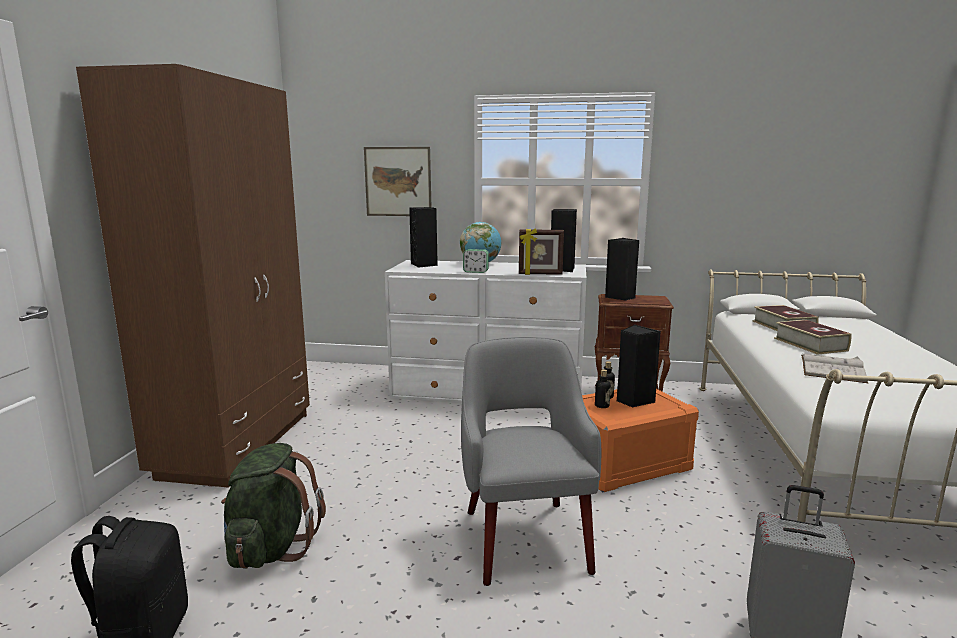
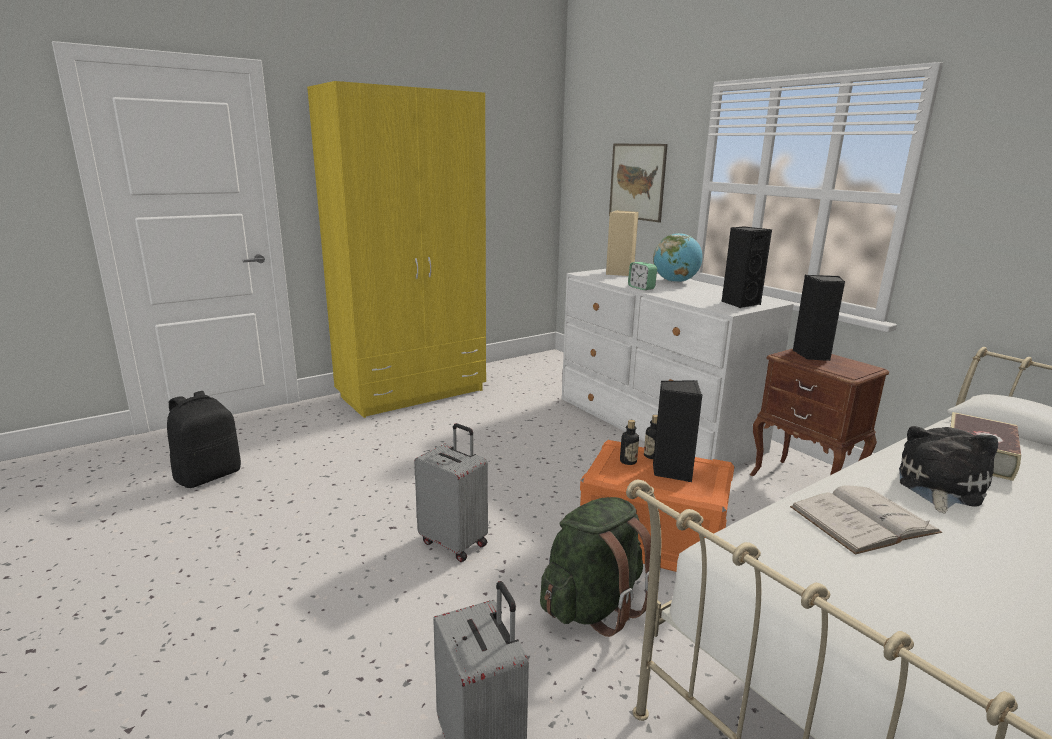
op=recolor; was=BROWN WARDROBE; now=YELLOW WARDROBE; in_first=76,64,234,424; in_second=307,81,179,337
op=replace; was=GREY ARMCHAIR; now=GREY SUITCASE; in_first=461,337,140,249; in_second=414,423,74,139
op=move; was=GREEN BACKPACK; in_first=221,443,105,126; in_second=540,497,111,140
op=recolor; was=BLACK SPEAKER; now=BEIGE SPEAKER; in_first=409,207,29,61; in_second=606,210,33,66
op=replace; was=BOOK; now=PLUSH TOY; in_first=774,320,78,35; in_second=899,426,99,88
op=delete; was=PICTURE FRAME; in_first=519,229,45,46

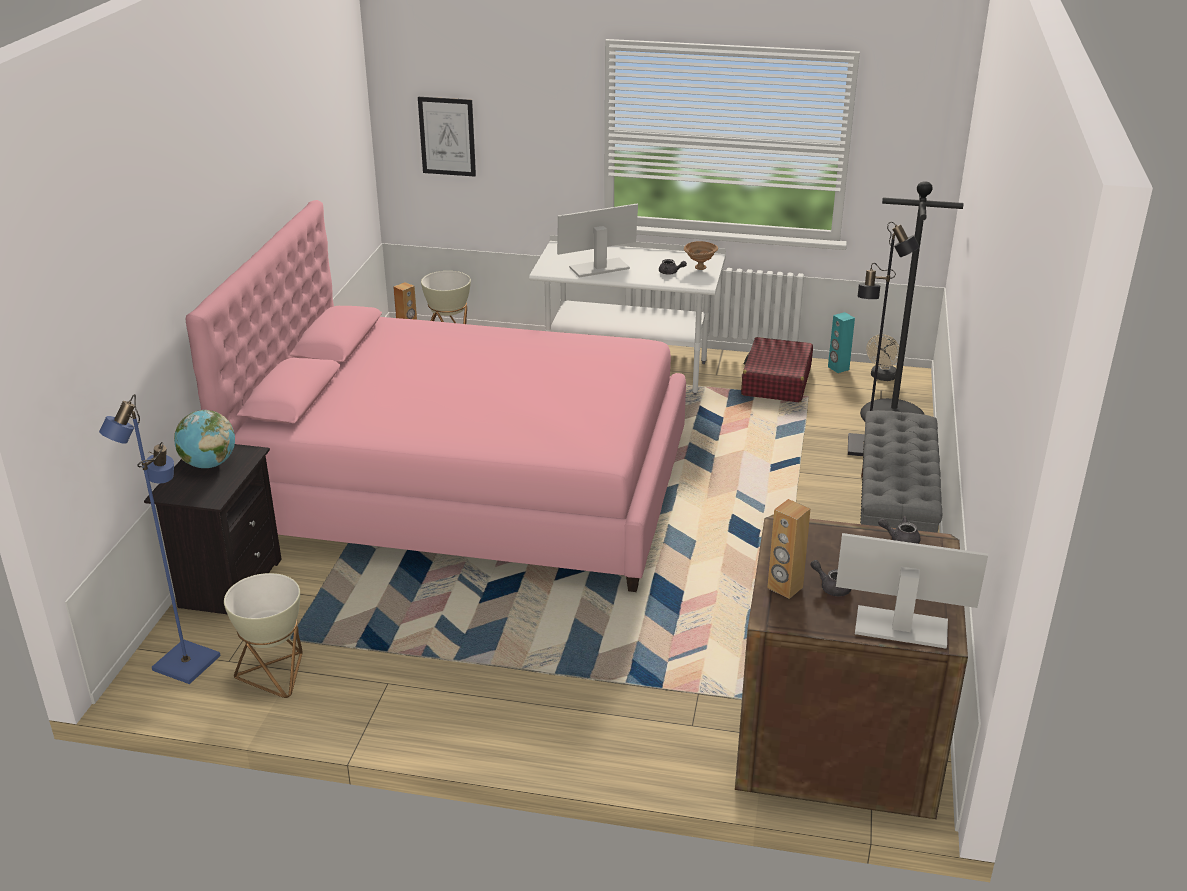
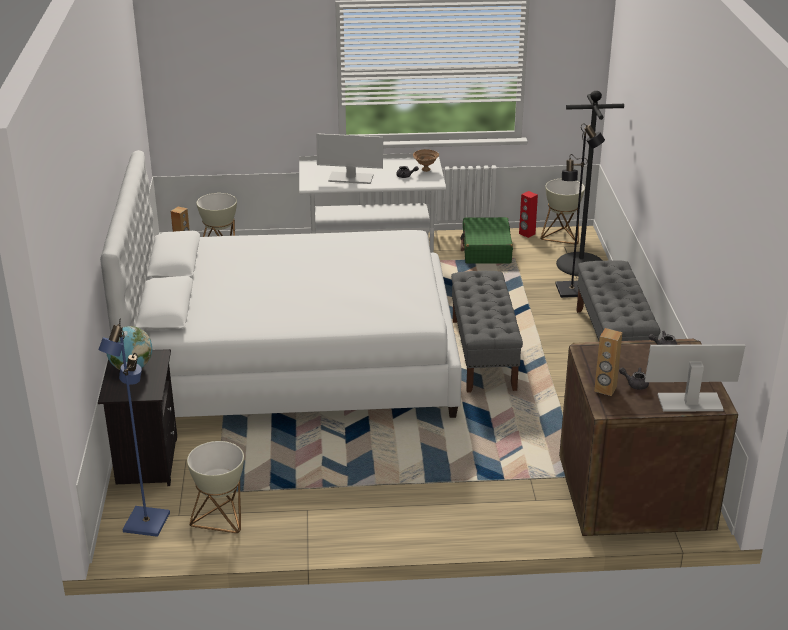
op=recolor; was=PINK BED; now=WHITE BED; in_first=185,200,501,392; in_second=100,150,362,268
op=rotate; was=MONITOR; in_first=557,204,81,74; in_second=316,133,67,51; clockwise=-135
op=insert; now=GREY BENCH; in_second=451,271,72,122
op=recolor; was=RED SUITCASE; now=GREEN SUITCASE; in_first=741,337,72,65; in_second=460,217,53,47
op=recolor; was=TURQUOISE SPEAKER; now=RED SPEAKER; in_first=828,312,27,61; in_second=519,191,19,47
op=replace; was=BEIGE FAN; now=PLANTER; in_first=866,334,33,47; in_second=541,179,44,65
op=delete; was=PICTURE; in_first=418,97,58,80

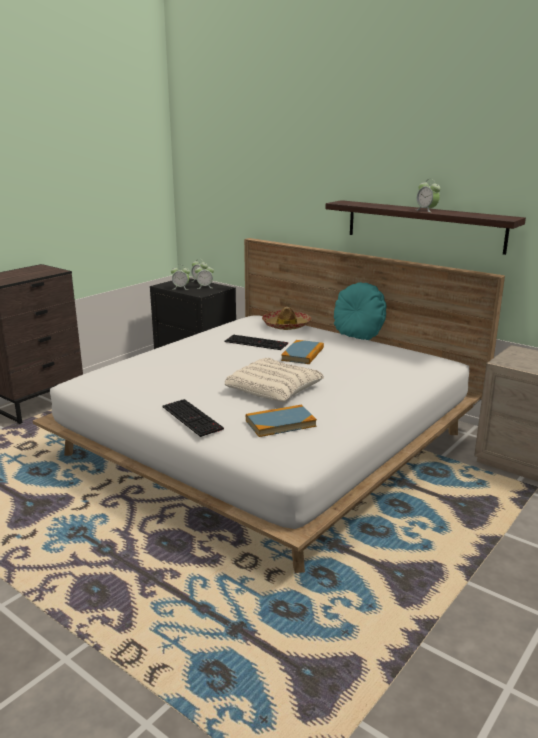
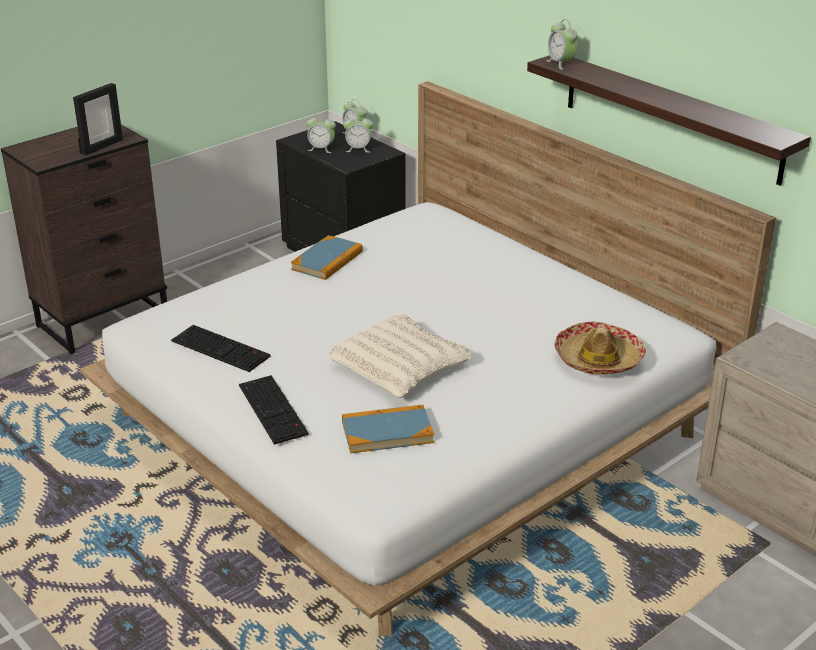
op=insert; now=PICTURE FRAME; in_second=73,83,50,72
op=move; was=KEYBOARD; in_first=225,335,63,15; in_second=171,325,100,47
op=move; was=BOOK; in_first=281,340,43,24; in_second=291,235,72,45
op=move; was=ALARM CLOCK; in_first=417,181,24,31; in_second=546,19,32,51
op=move; was=HAT; in_first=262,307,49,23; in_second=554,322,92,53
op=delete; was=TURQUOISE PILLOW; in_first=334,282,52,58

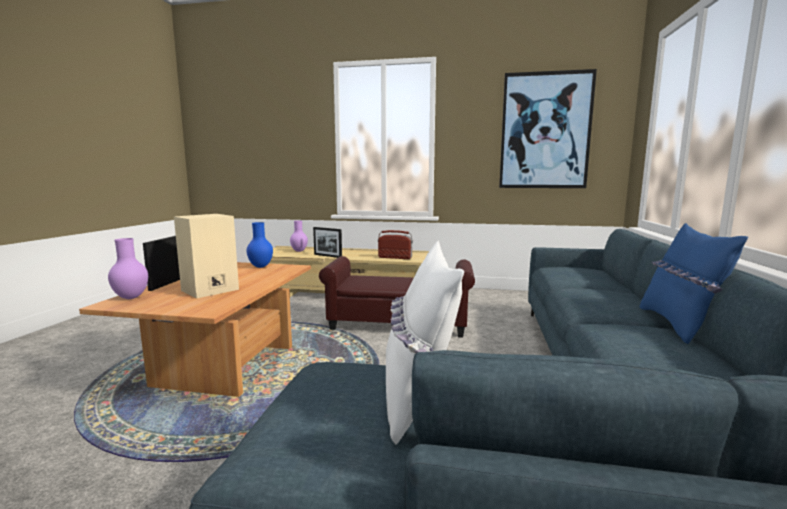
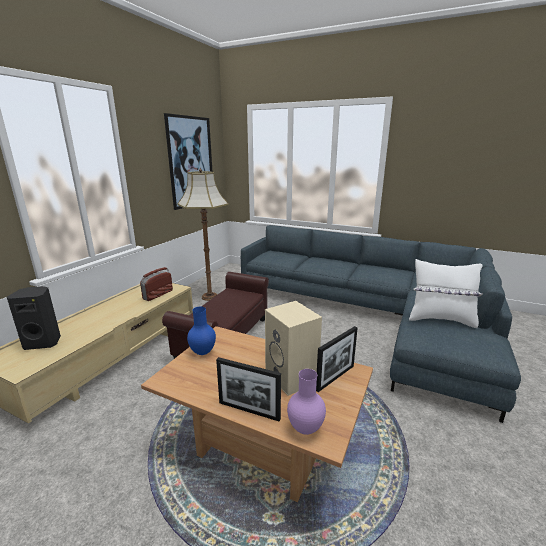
op=replace; was=PURPLE VASE; now=BLACK SPEAKER; in_first=290,220,18,32; in_second=7,286,54,64
op=insert; now=FLOOR LAMP; in_second=177,167,52,134
op=move; was=PICTURE FRAME; in_first=313,227,29,31; in_second=316,326,42,66
op=delete; was=BLUE PILLOW; in_first=640,223,108,121

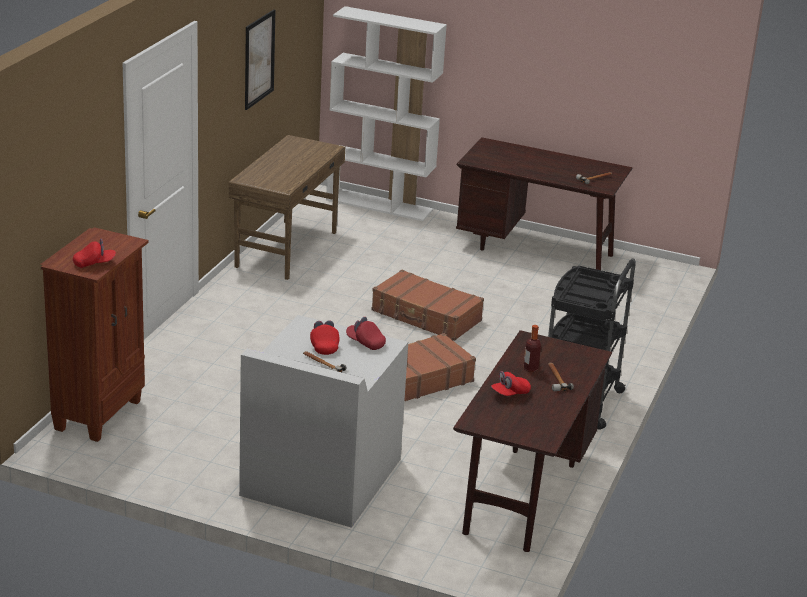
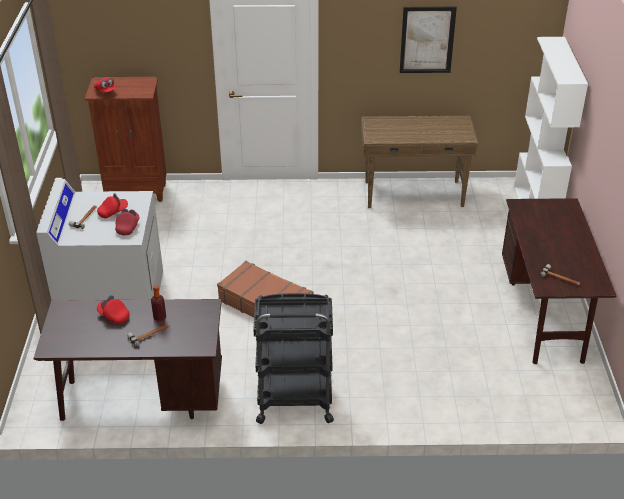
op=delete; was=BROWN SUITCASE; in_first=372,269,112,72

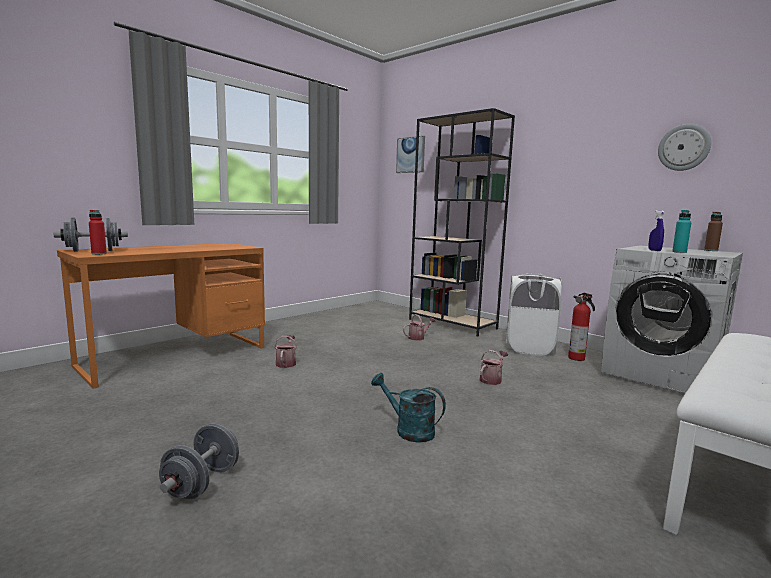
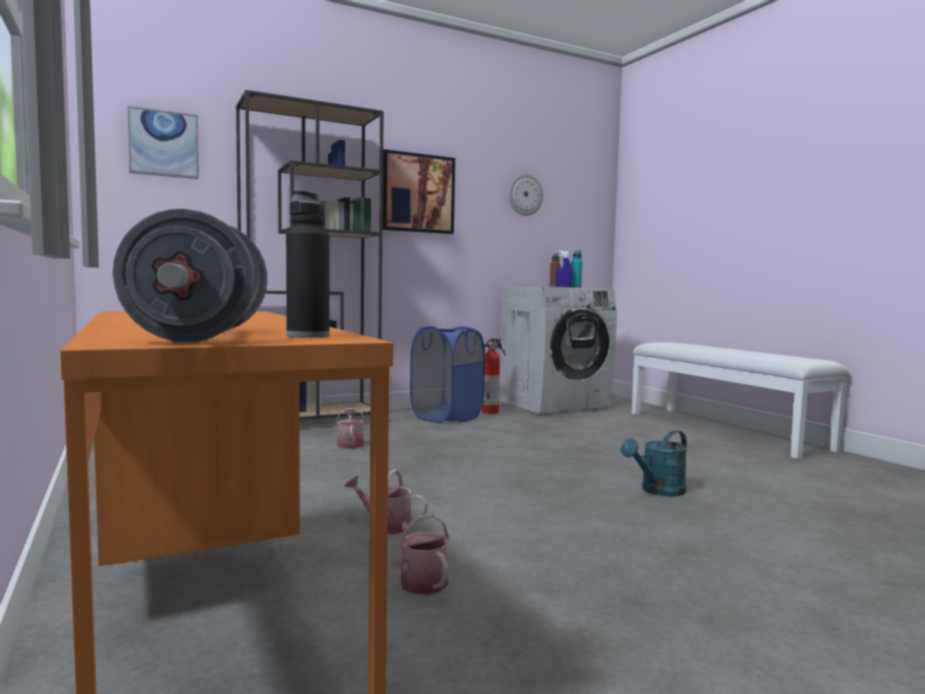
op=recolor; was=RED BOTTLE; now=BLACK BOTTLE; in_first=89,210,18,45; in_second=286,190,44,148
op=insert; now=PICTURE; in_second=382,149,73,85
op=move; was=WATERING CAN; in_first=480,350,28,35; in_second=392,511,57,84
op=recolor; was=WHITE LAUNDRY BASKET; now=BLUE LAUNDRY BASKET; in_first=506,273,56,83; in_second=410,326,75,97
op=delete; was=GREY DUMBBELL; in_first=159,423,80,76

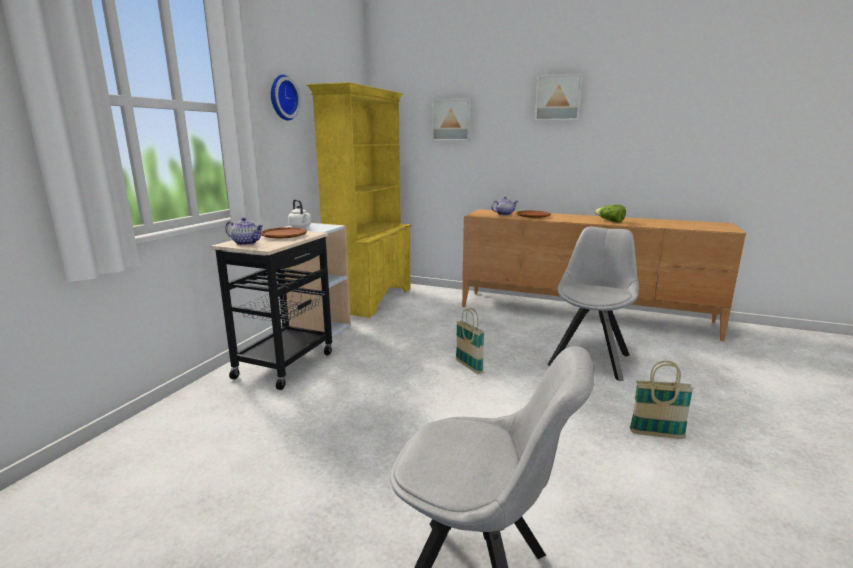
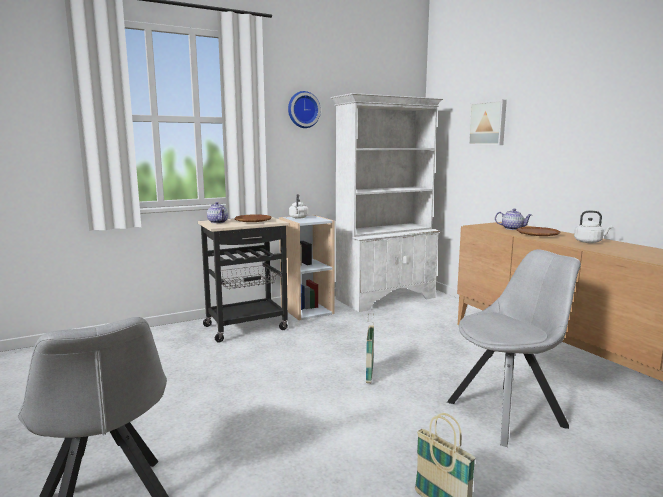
op=recolor; was=YELLOW BOOKCASE; now=WHITE BOOKCASE; in_first=306,82,106,236; in_second=330,93,113,219
op=insert; now=WHITE KETTLE; in_second=574,211,39,32
op=delete; was=PICTURE; in_first=535,73,48,48
op=delete; was=LETTUCE; in_first=595,205,31,18

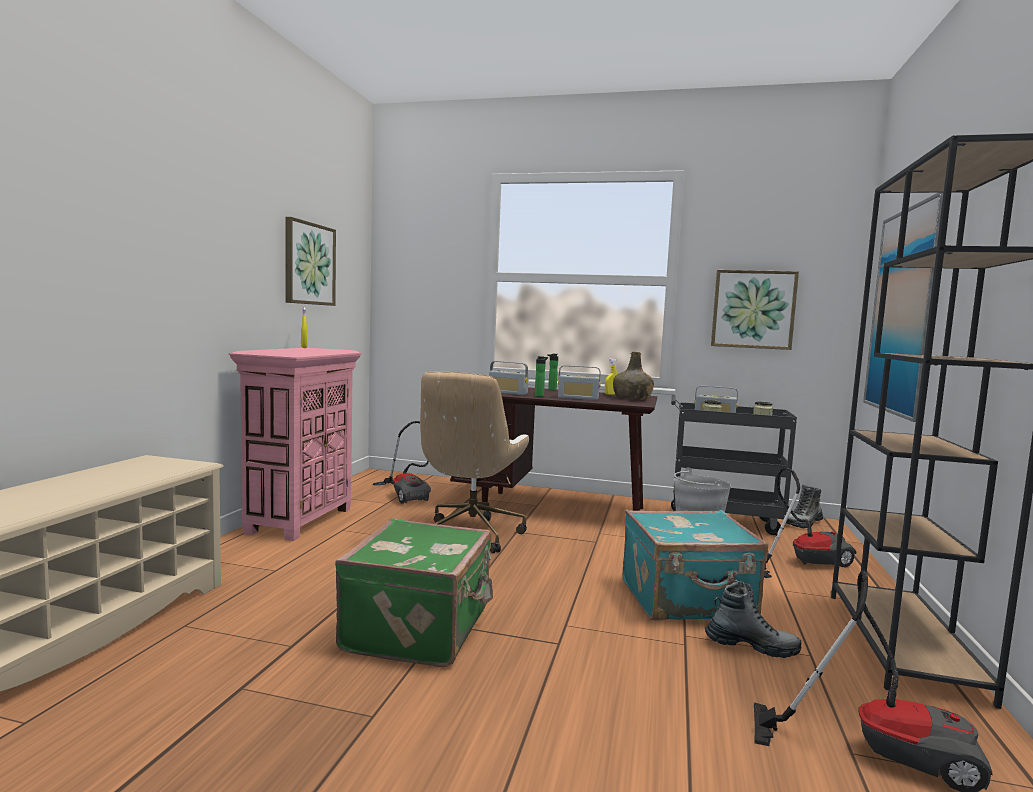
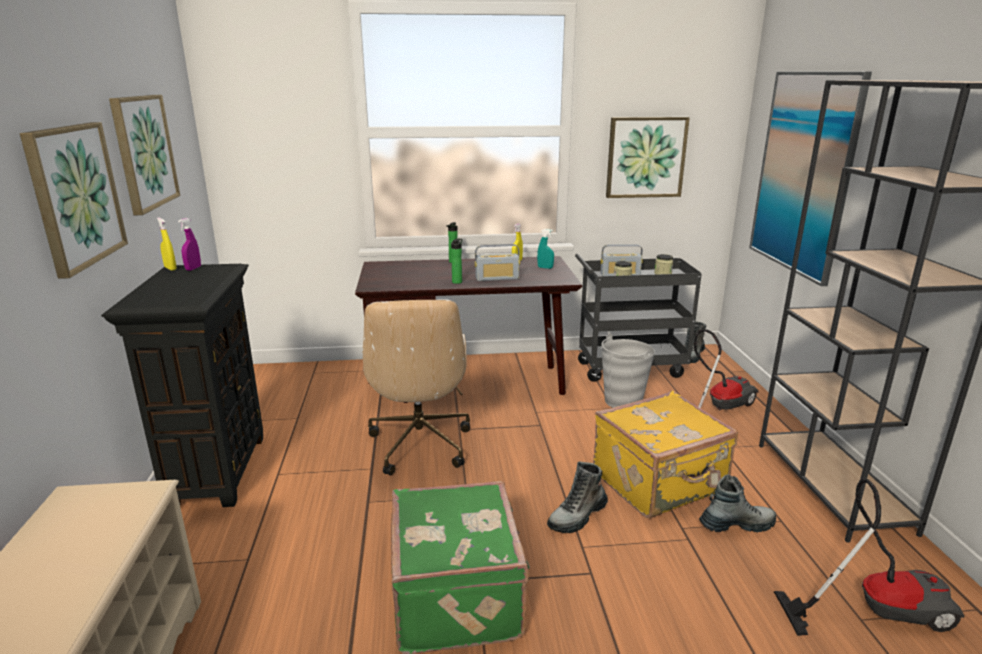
op=insert; now=PICTURE; in_second=20,122,108,157
op=recolor; was=PINK CABINET; now=BLACK CABINET; in_first=228,348,134,193; in_second=101,264,162,243
op=insert; now=PURPLE SPRAY BOTTLE; in_second=178,218,23,53
op=replace; was=GREEN BOTTLE; now=TURQUOISE SPRAY BOTTLE; in_first=613,352,41,48; in_second=537,229,17,40
op=insert; now=BOOT; in_second=547,462,61,71
op=recolor; was=TURQUOISE SUITCASE; now=YELLOW SUITCASE; in_first=623,510,145,111; in_second=593,391,145,127
op=delete; was=VACUUM CLEANER; in_first=373,421,58,83
op=delete; was=RADIO; in_first=489,361,40,34

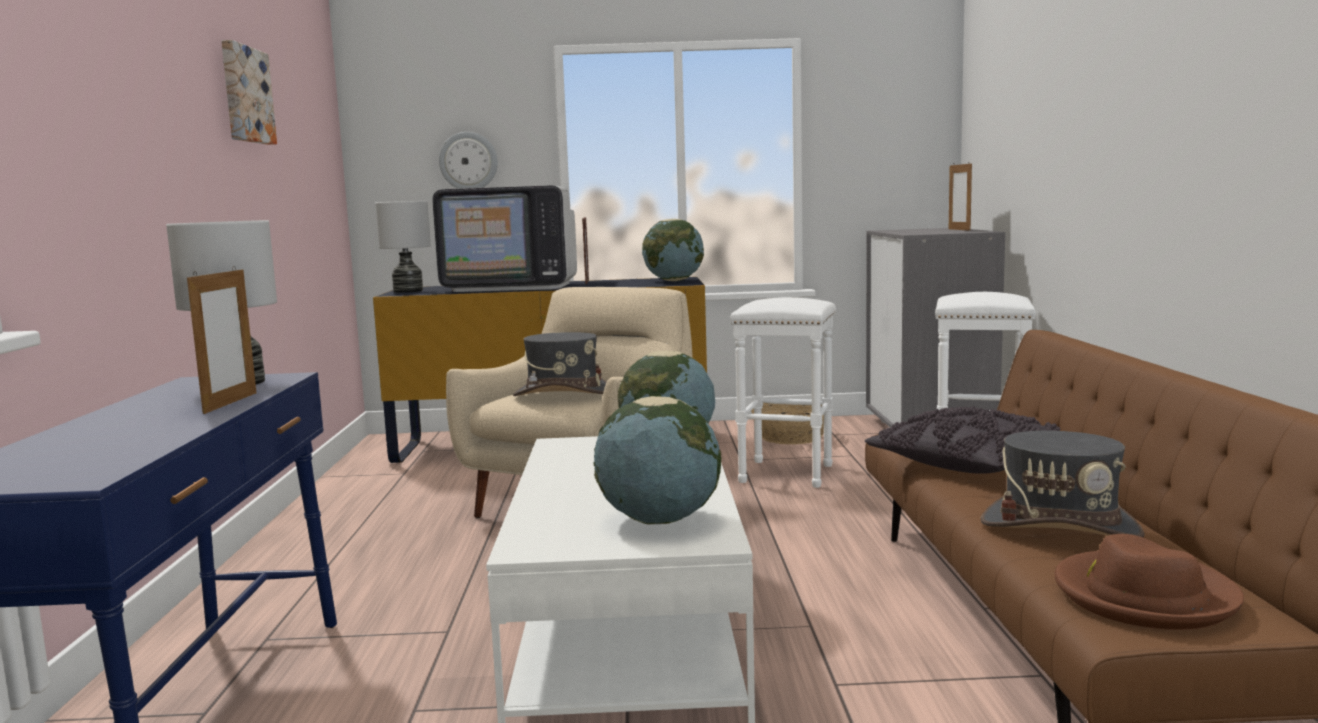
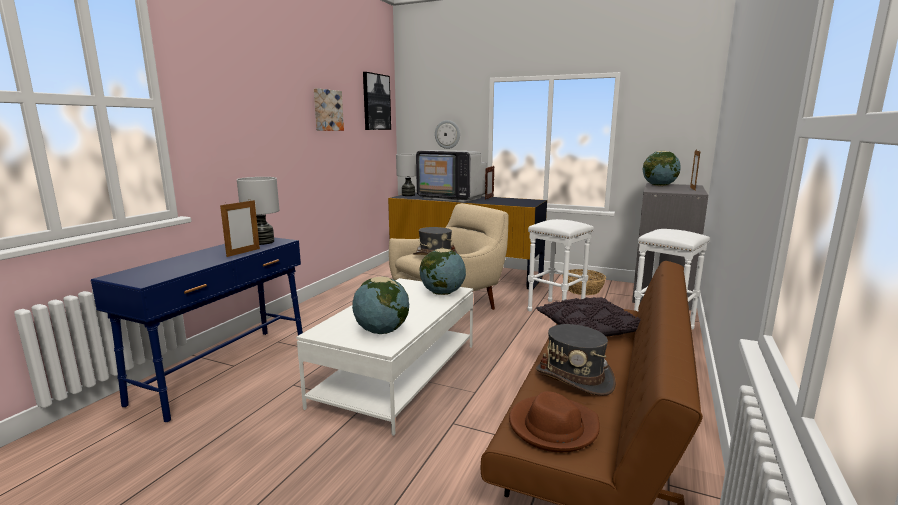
op=insert; now=PICTURE; in_second=363,72,28,58
op=move; was=GLOBE; in_first=642,219,62,62; in_second=642,151,39,35

